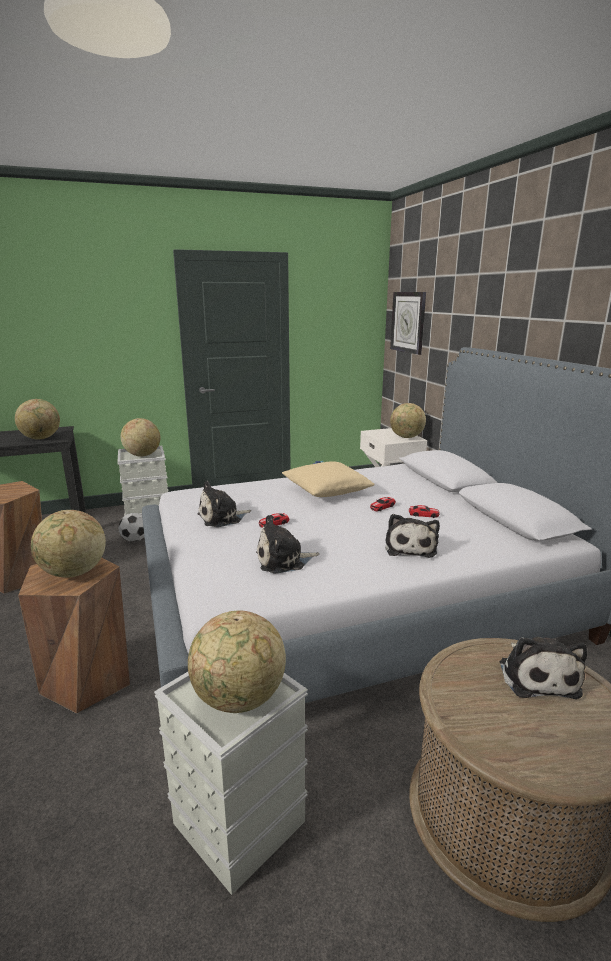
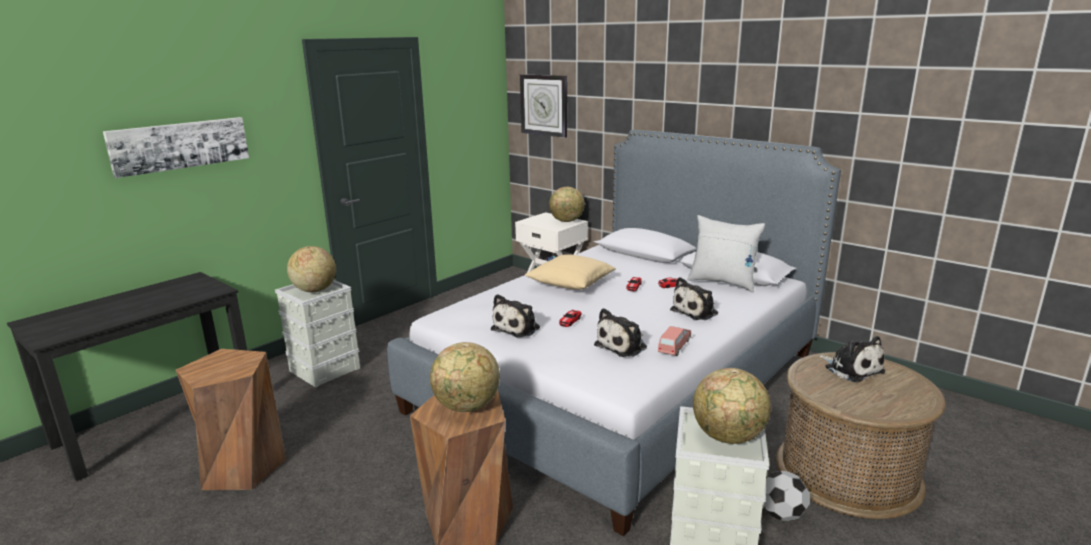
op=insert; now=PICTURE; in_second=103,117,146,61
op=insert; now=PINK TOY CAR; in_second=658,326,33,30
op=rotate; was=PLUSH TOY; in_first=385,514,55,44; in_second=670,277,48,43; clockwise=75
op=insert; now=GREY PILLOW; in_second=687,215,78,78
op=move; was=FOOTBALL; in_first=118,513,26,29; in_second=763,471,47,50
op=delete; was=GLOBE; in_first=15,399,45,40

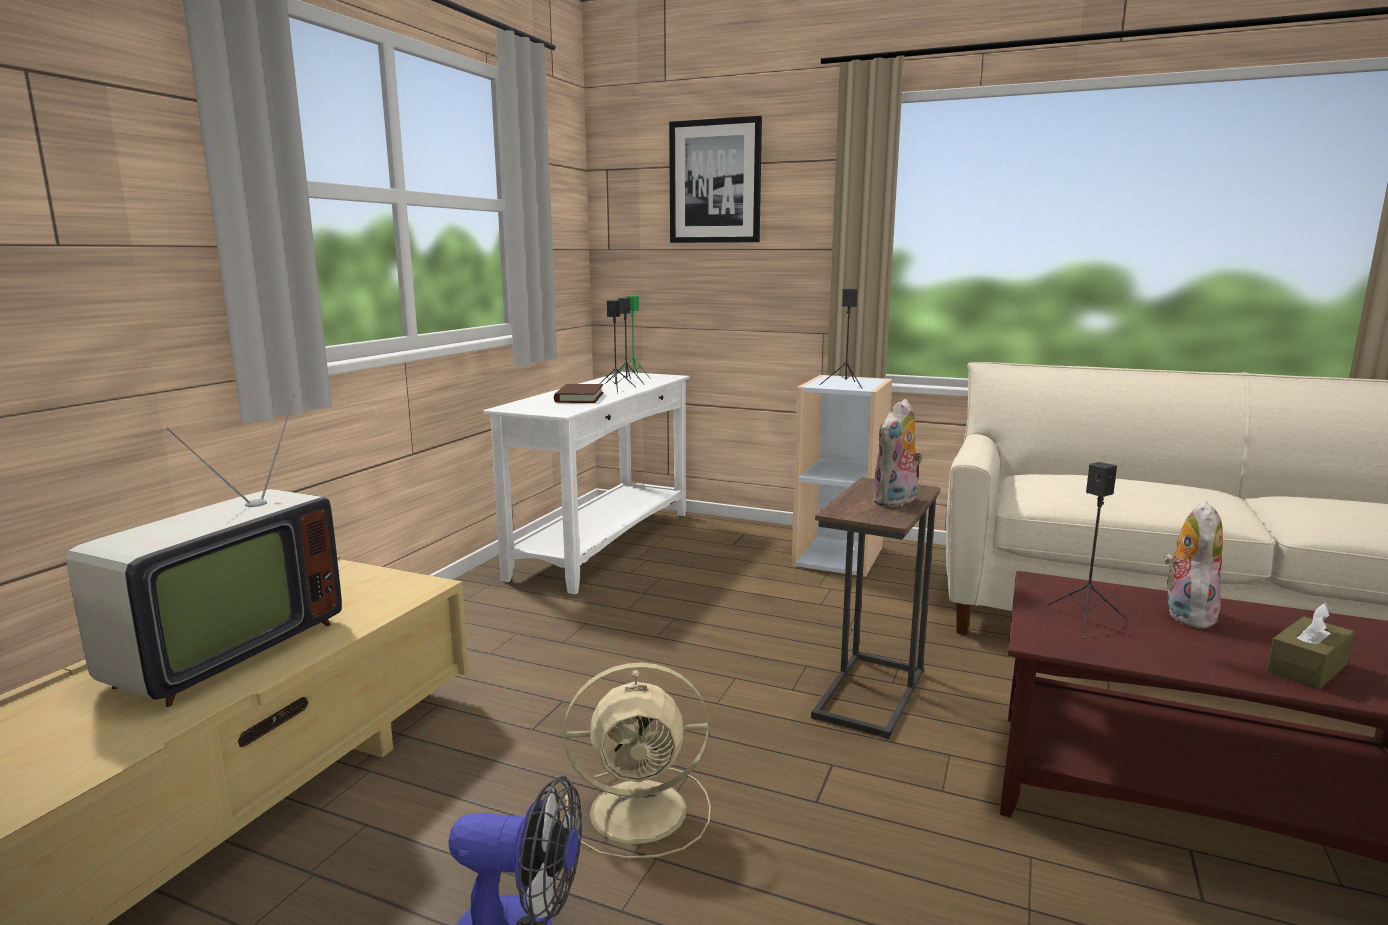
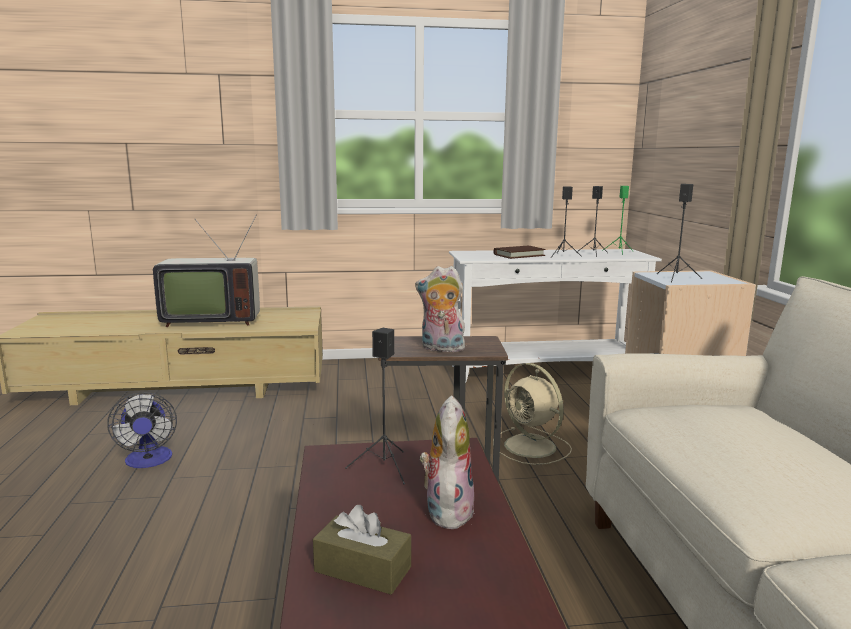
op=rotate; was=PLUSH TOY; in_first=1164,500,59,129; in_second=420,395,54,134; clockwise=-75
op=move; was=BEIGE FAN; in_first=563,663,148,196; in_second=493,363,79,102
op=delete; was=PICTURE; in_first=669,116,93,127

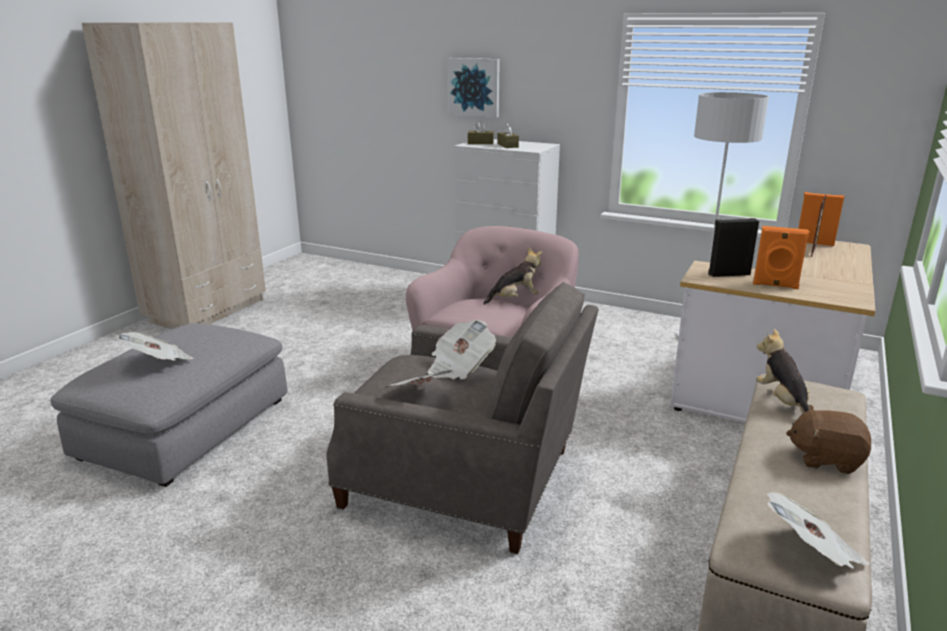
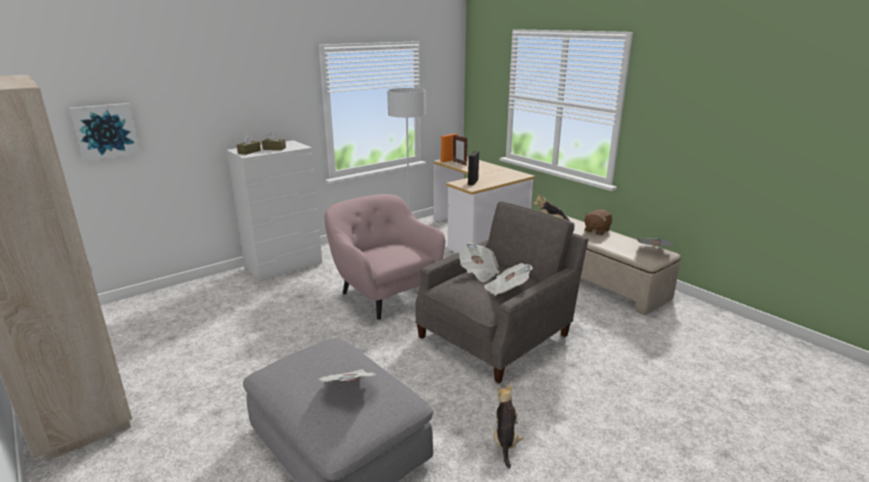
op=move; was=PICTURE; in_first=448,58,52,59; in_second=69,103,72,58
op=move; was=PLUSH TOY; in_first=483,248,59,57; in_second=493,384,30,85
op=delete; was=ORANGE SPEAKER; in_first=753,226,57,63

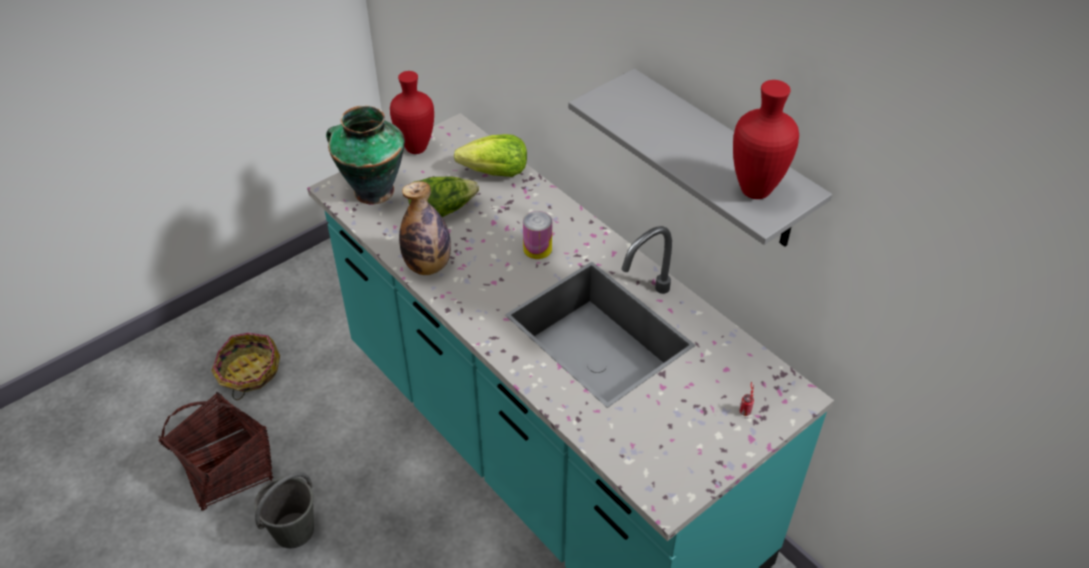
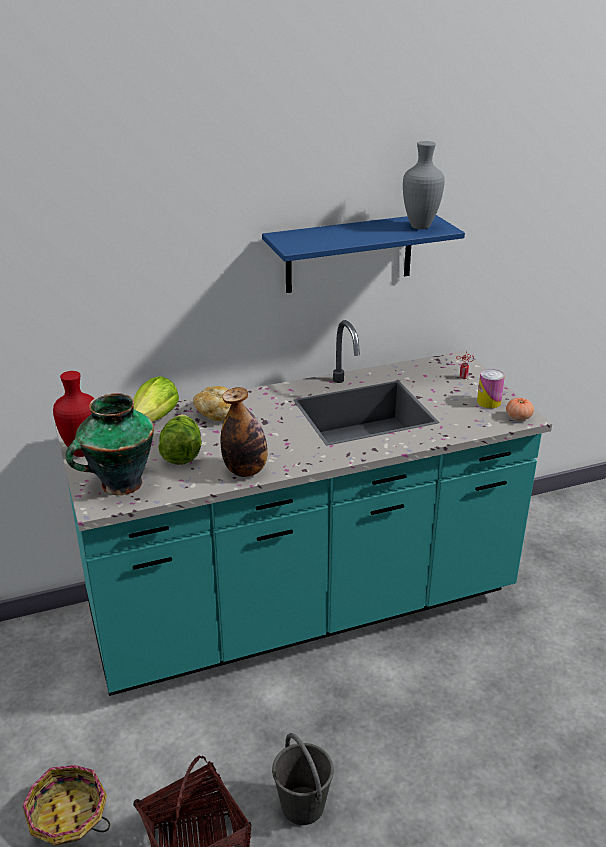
op=insert; now=BREAD; in_second=193,386,38,35
op=recolor; was=GREY SHELF; now=BLUE SHELF; in_first=568,69,264,178; in_second=262,215,203,78
op=recolor; was=RED VASE; now=GREY VASE; in_first=733,80,66,119; in_second=403,141,42,88
op=move; was=CAN; in_first=523,211,29,48; in_second=477,369,28,39
op=insert; now=TOMATO; in_second=506,398,28,22

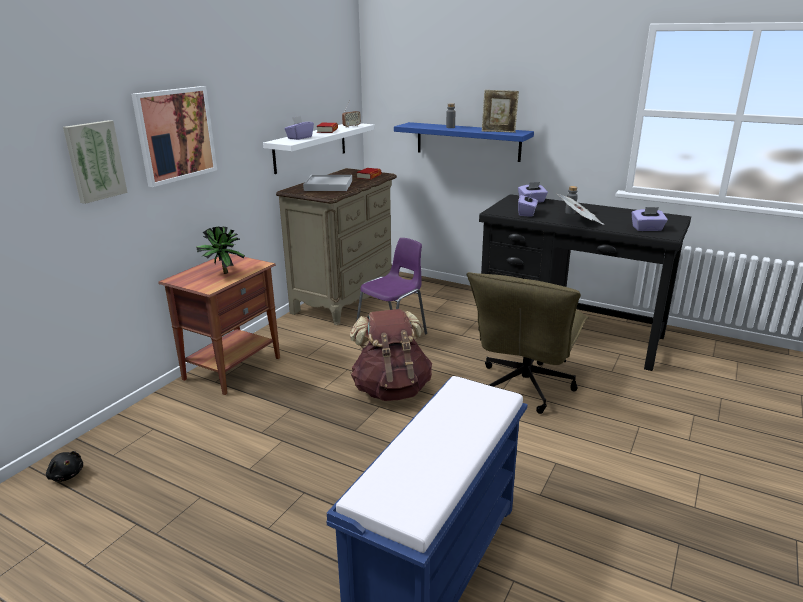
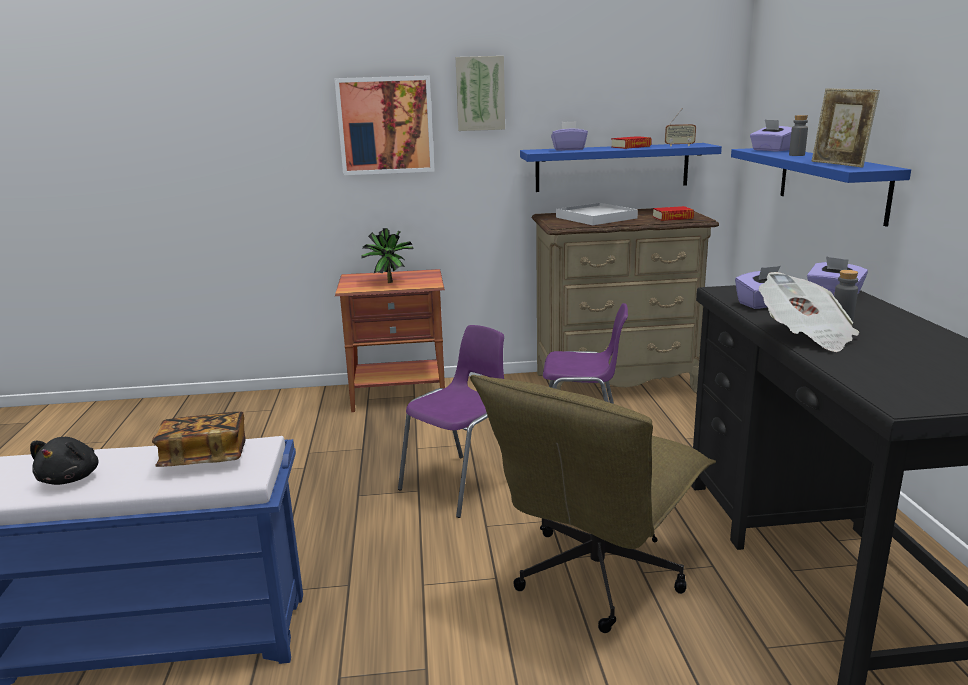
op=move; was=BLACK PLUSH TOY; in_first=46,451,37,31; in_second=30,437,68,48
op=insert; now=BOOK; in_second=152,412,94,55
op=replace; was=BROWN BACKPACK; now=PURPLE CHAIR; in_first=350,309,82,92; in_second=398,325,106,193
op=move; was=PICTURE; in_first=63,120,65,84; in_second=456,56,49,75
op=rotate; was=BEIGE OFFICE CHAIR; in_first=467,272,122,142; in_second=470,375,246,258; clockwise=-45
op=recolor; was=WHITE SHELF; now=BLUE SHELF; in_first=263,123,112,51; in_second=520,143,202,49
op=move; was=PURPLE TISSUE BOX; in_first=632,207,36,24; in_second=750,119,42,32

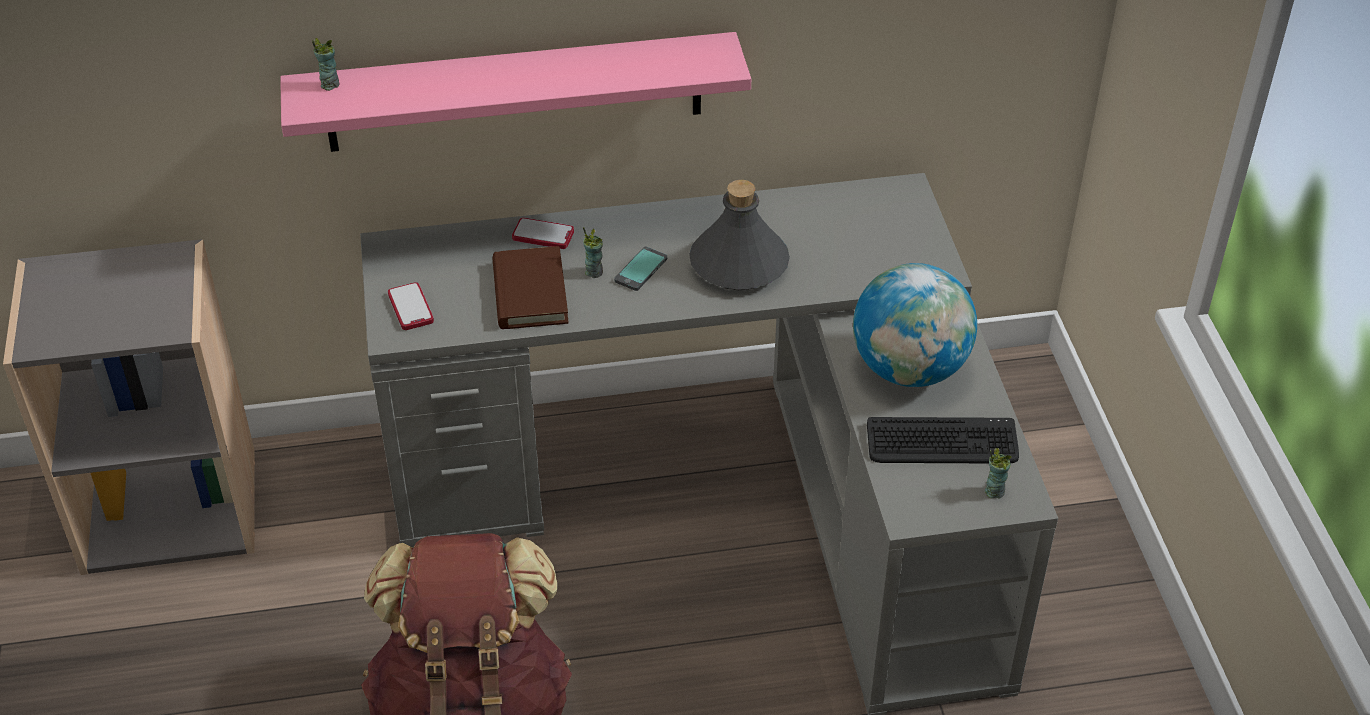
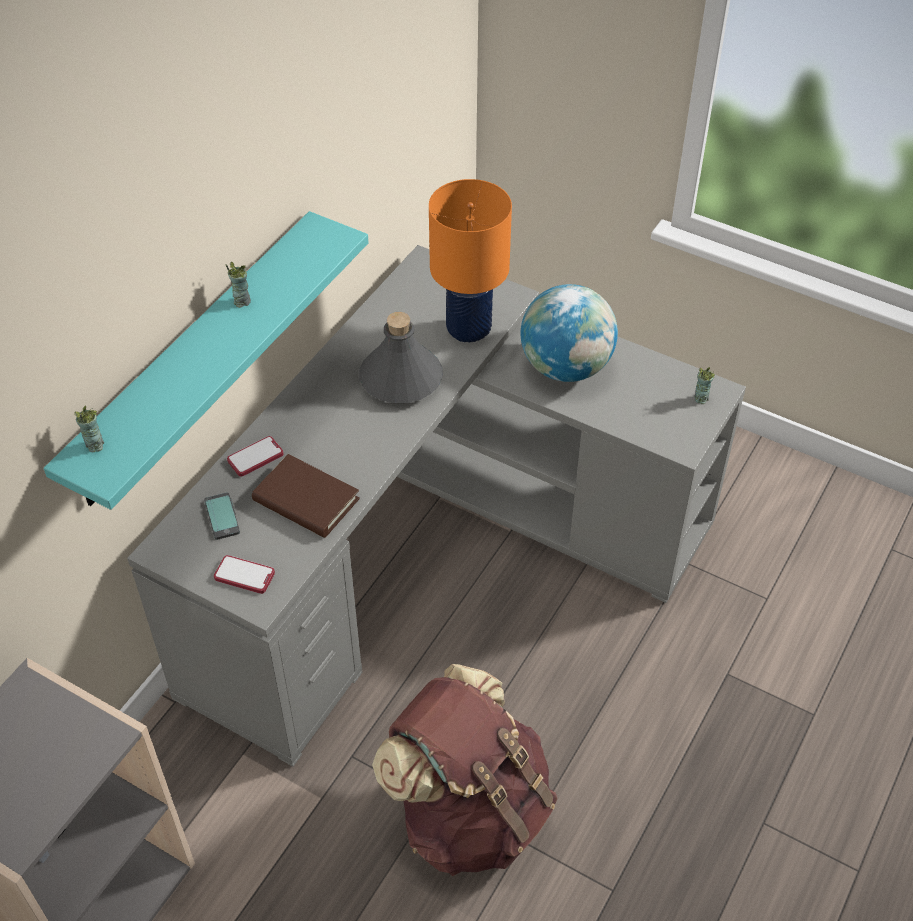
op=recolor; was=PINK SHELF; now=TURQUOISE SHELF; in_first=280,32,471,120; in_second=44,211,325,299
op=move; was=PHONE; in_first=614,247,53,44; in_second=204,492,36,48
op=move; was=CUP; in_first=583,227,20,51; in_second=226,262,25,46
op=insert; now=ORANGE TABLE LAMP; in_second=429,179,83,163
op=delete; was=KEYBOARD; in_first=867,417,152,46

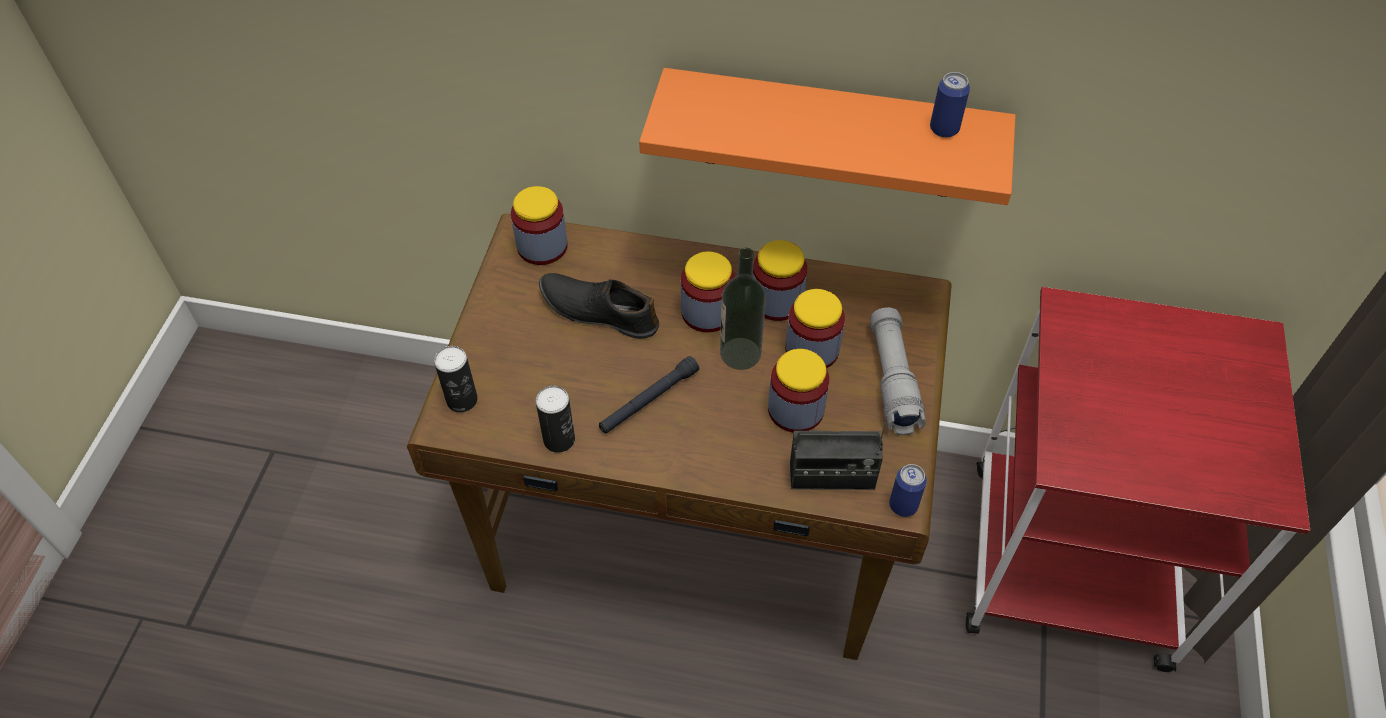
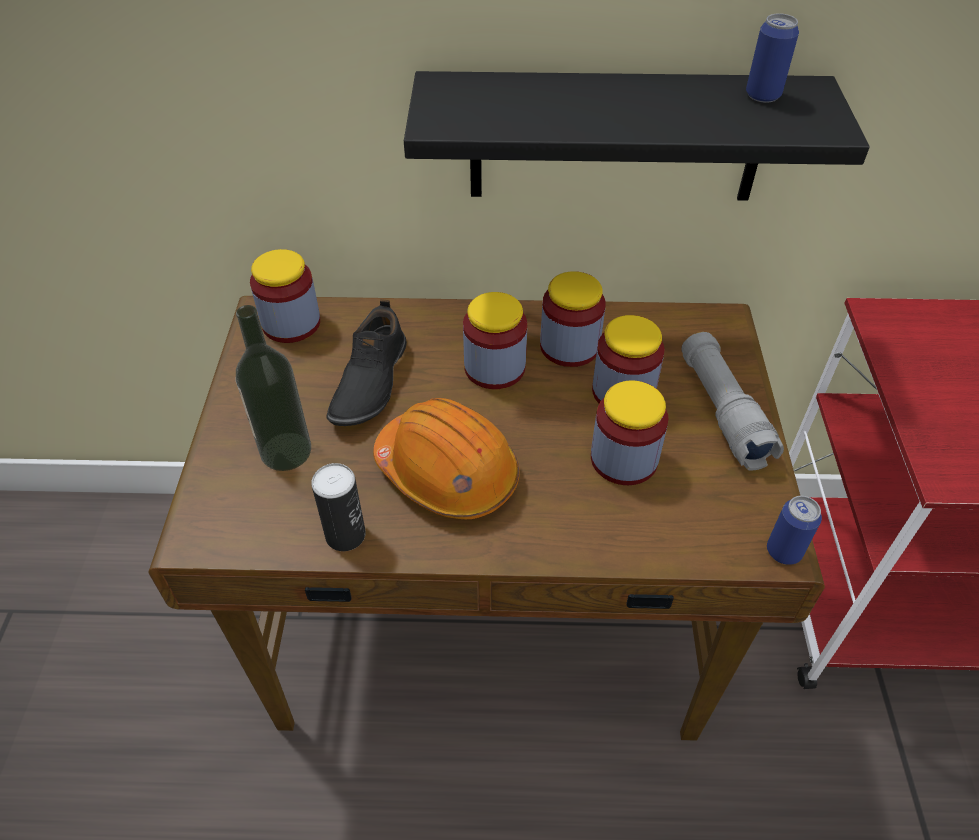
op=move; was=BOTTLE; in_first=720,248,46,122; in_second=235,305,76,166
op=rotate; was=BLACK SHOE; in_first=539,273,120,66; in_second=326,299,81,127; clockwise=-90
op=replace; was=BLACK FLASHLIGHT; now=ORANGE HARD HAT; in_first=599,356,100,78; in_second=373,398,147,121
op=recolor; was=ORANGE SHELF; now=BLACK SHELF; in_first=639,68,377,137; in_second=404,71,466,130
op=delete; was=CAN; in_first=434,346,44,66
op=delete; was=RADIO; in_first=790,415,98,75

